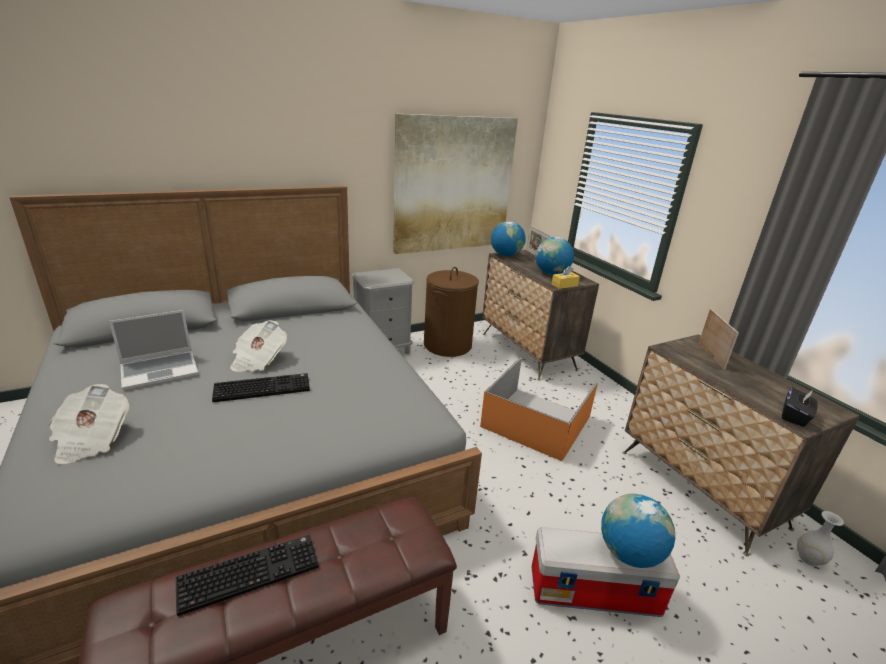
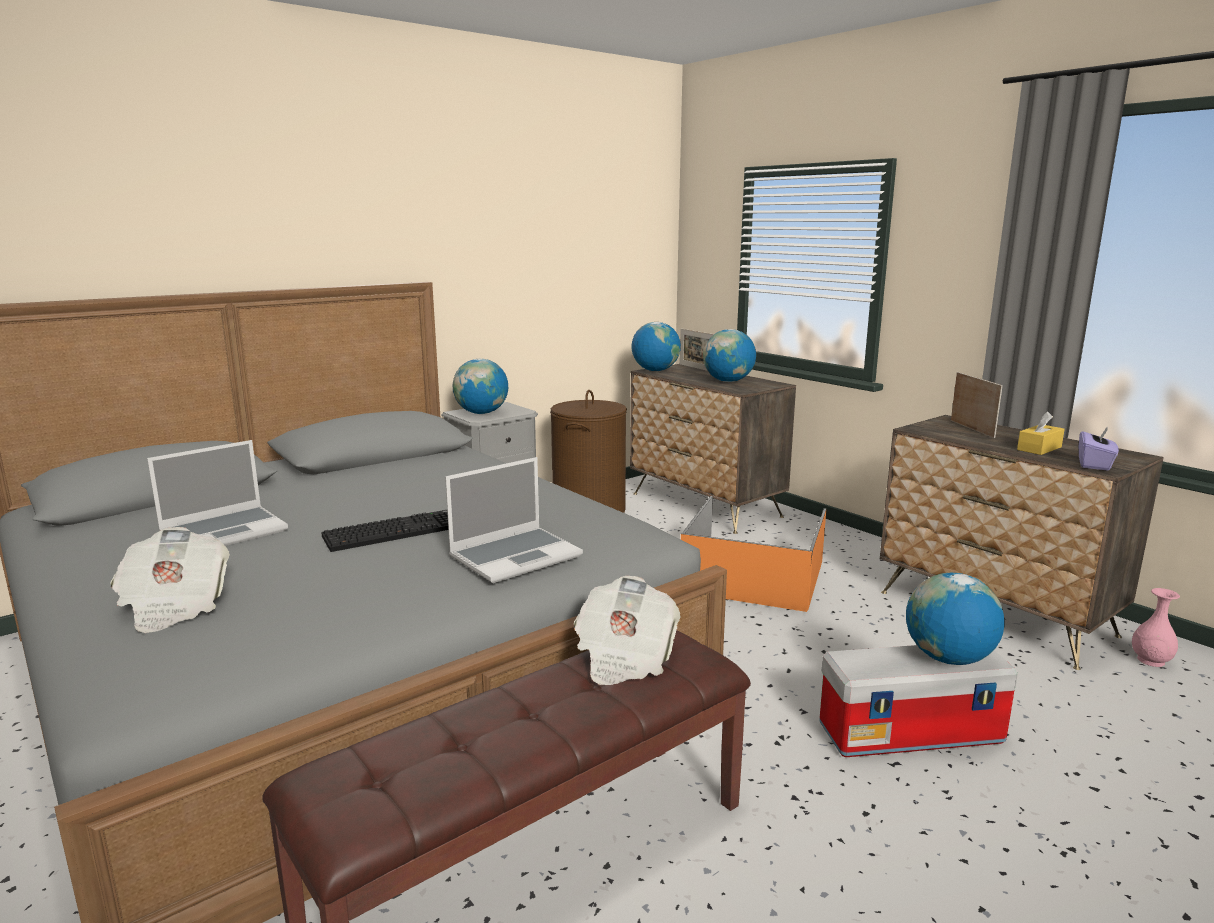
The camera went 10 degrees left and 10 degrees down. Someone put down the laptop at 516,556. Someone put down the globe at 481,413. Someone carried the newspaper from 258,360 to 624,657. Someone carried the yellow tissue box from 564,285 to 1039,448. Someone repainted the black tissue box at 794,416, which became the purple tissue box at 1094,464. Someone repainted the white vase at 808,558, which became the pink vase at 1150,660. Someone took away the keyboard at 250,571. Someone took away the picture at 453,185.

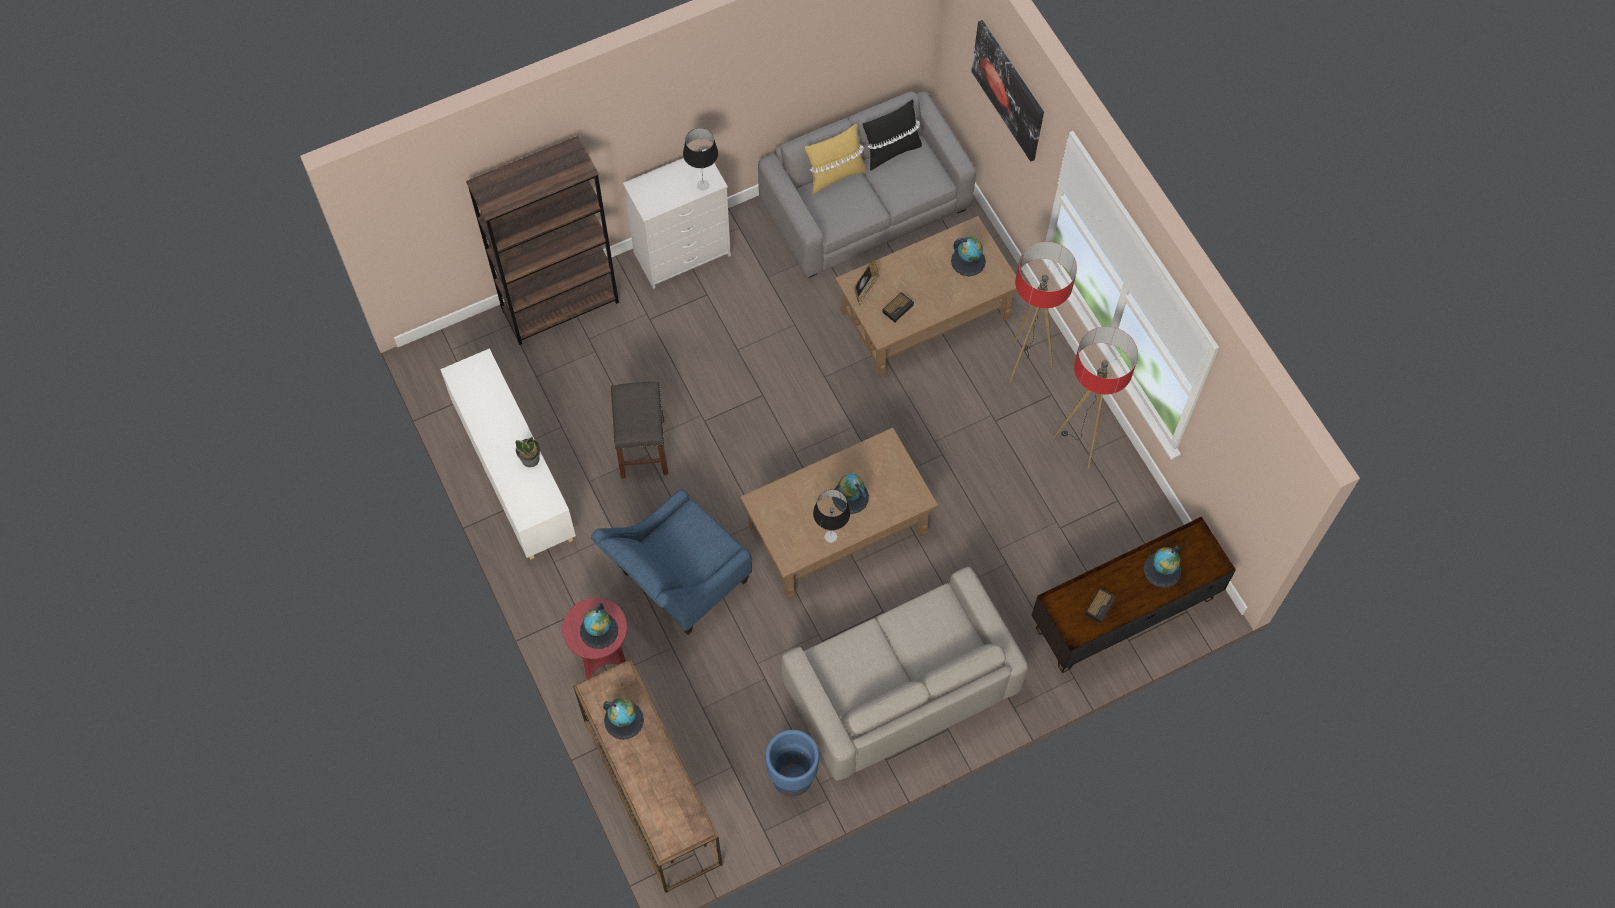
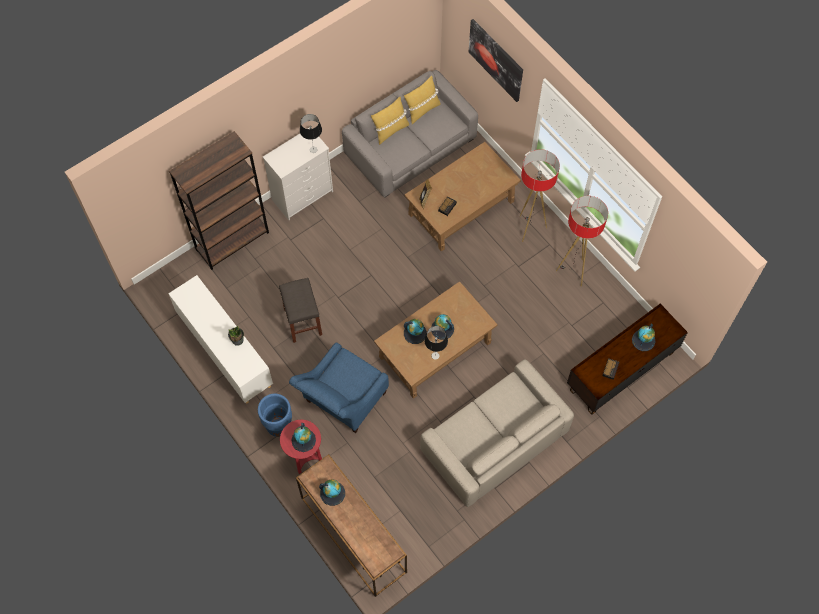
The camera went 10 degrees left and 0 degrees up. Someone carried the blue planter from 792,779 to 279,426. Someone repainted the black pillow at 891,151, which became the yellow pillow at 422,110. Someone carried the globe from 968,261 to 415,333.

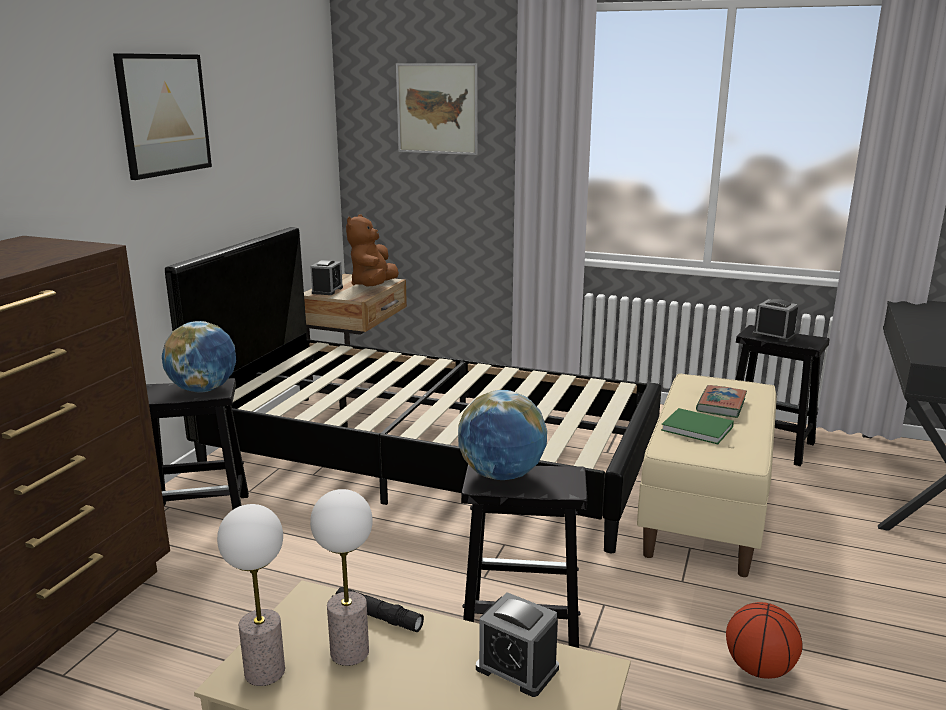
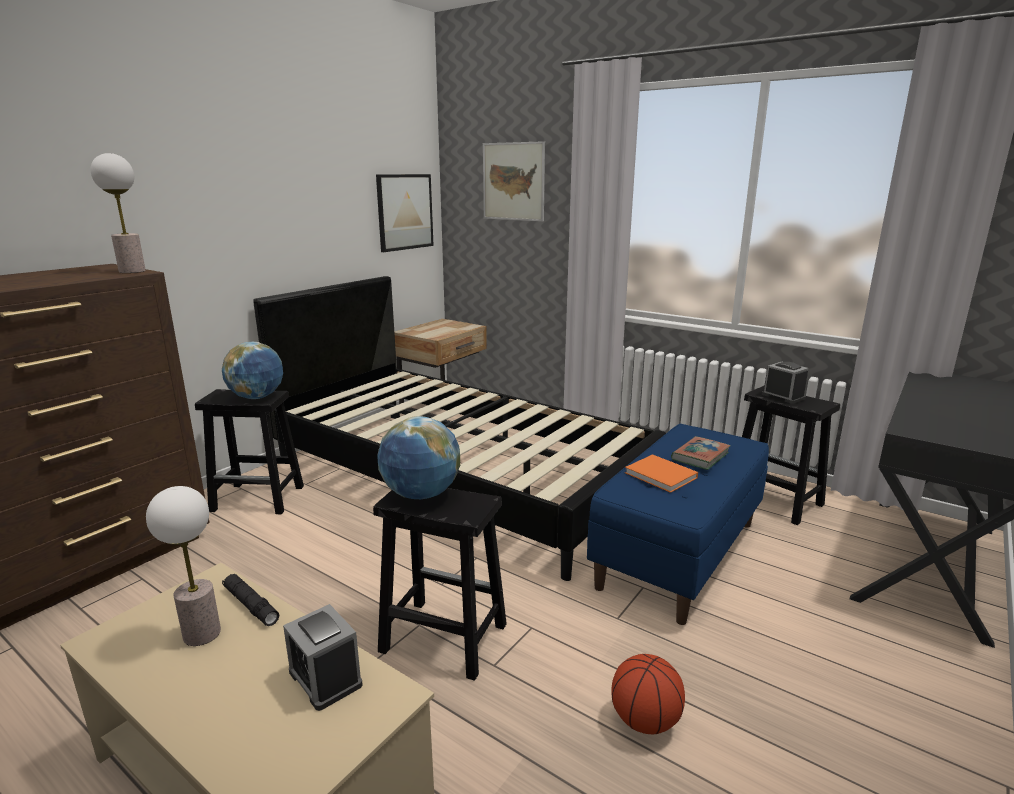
The camera went 15 degrees right and 0 degrees up. Someone carried the table lamp from 265,672 to 132,271. Someone carried the picture from 164,114 to 405,212. Someone repainted the beige bench at 705,509, which became the blue bench at 678,553. Someone repainted the green book at 699,429, which became the orange book at 662,476. Someone took away the alarm clock at 327,290. Someone took away the brown plush toy at 373,286.

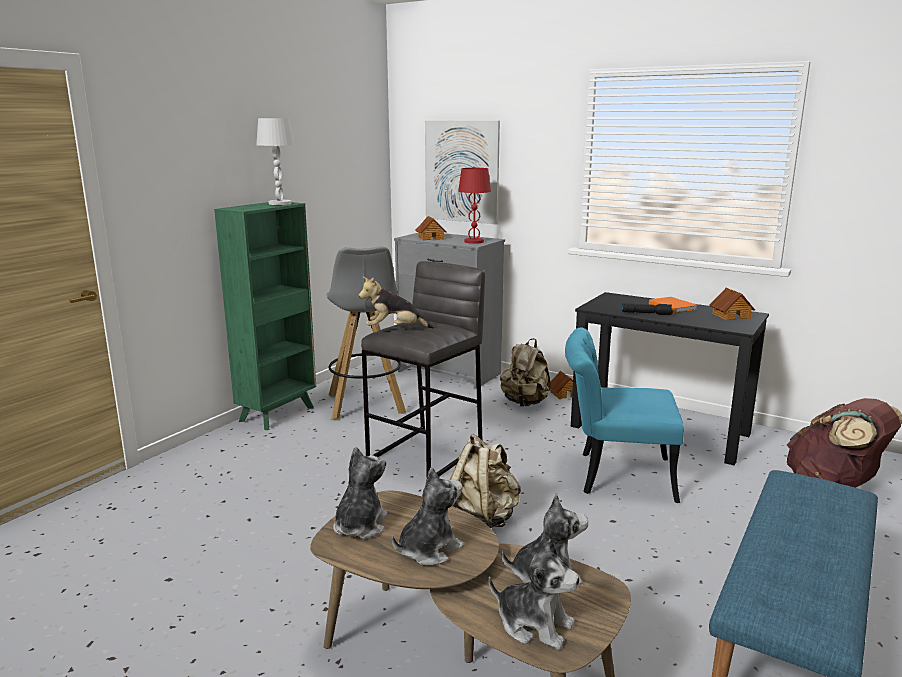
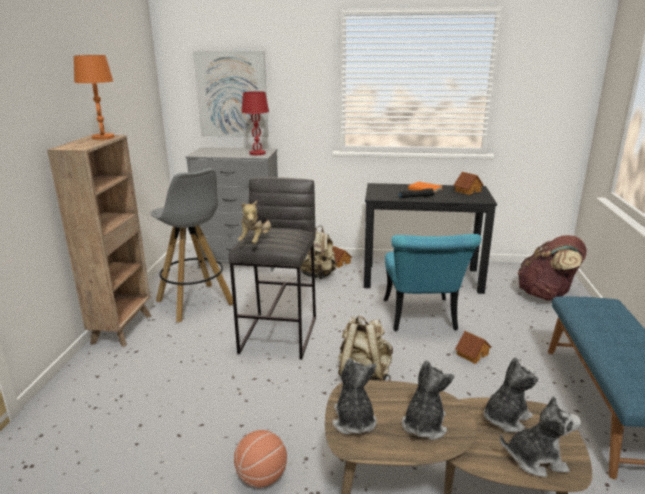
The camera went 25 degrees left and 5 degrees up. Someone repainted the green bookcase at 278,414, which became the brown bookcase at 123,328. Someone repainted the white table lamp at 279,203, which became the orange table lamp at 103,137. Someone put down the basketball at 261,477. Someone rotated the plush toy at 394,330 by 45 degrees counterclockwise. Someone rotated the turquoise chair at 614,475 by 75 degrees counterclockwise. Someone carried the toy house from 431,238 to 472,354.

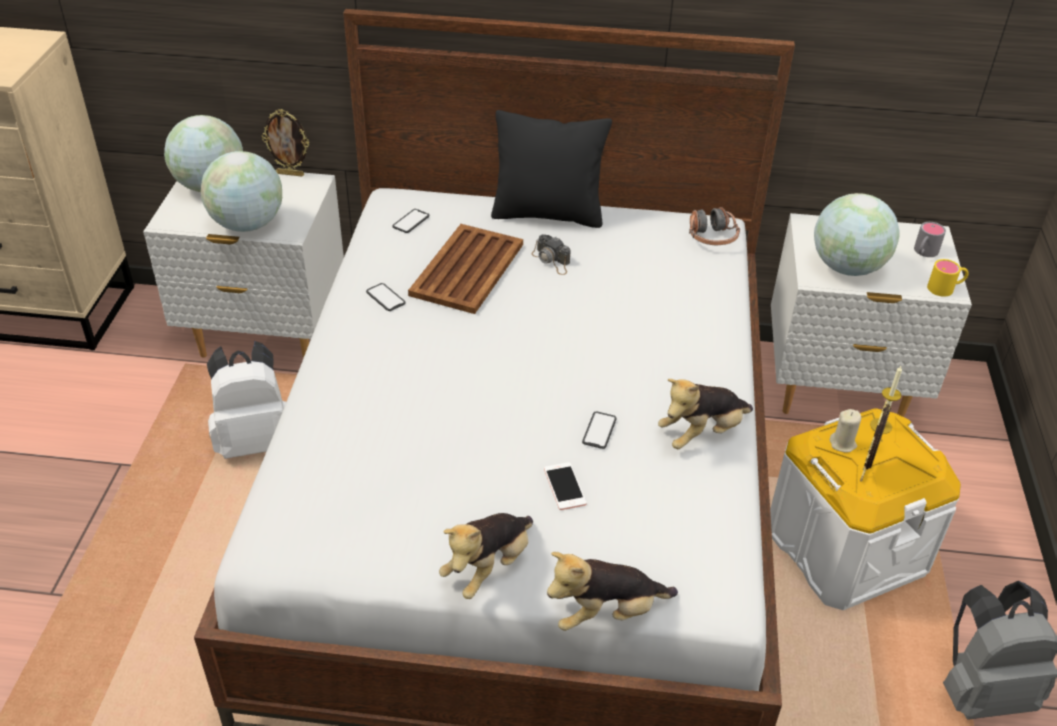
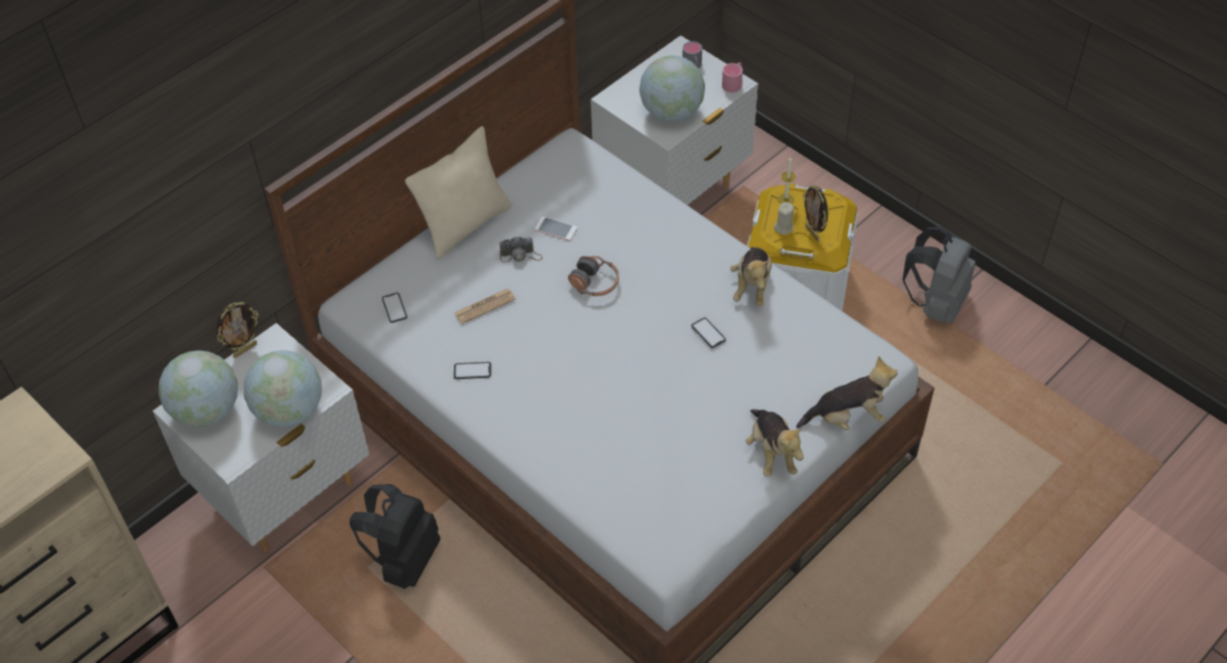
The camera went 50 degrees left and 10 degrees up. Someone repainted the white backpack at 256,441, which became the black backpack at 404,559. Someone repainted the black pillow at 548,214, which became the beige pillow at 465,225. Someone swapped the brown tray at 468,269 for the newspaper at 484,306. Someone carried the phone from 564,486 to 556,229. Someone carried the headphones from 711,237 to 595,283. Someone repainted the yellow mug at 946,288, which became the pink mug at 734,82. Someone rotated the plush toy at 606,613 by 120 degrees counterclockwise.

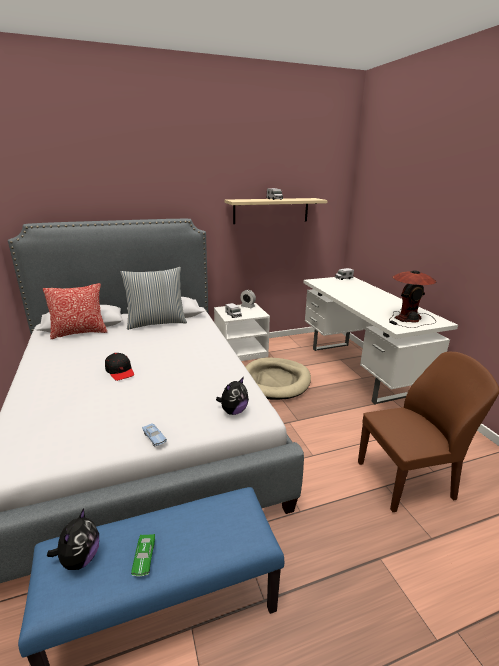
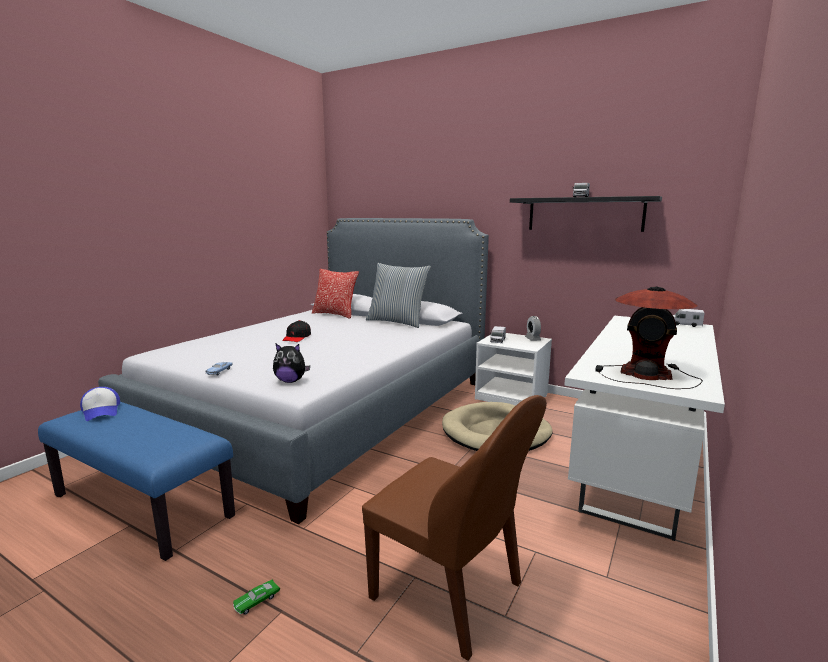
The camera went 50 degrees right and 10 degrees down. Someone swapped the plush toy at 80,558 for the cap at 101,411. Someone carried the green toy car from 144,558 to 256,601. Someone repainted the beige shelf at 271,210, which became the black shelf at 584,214.

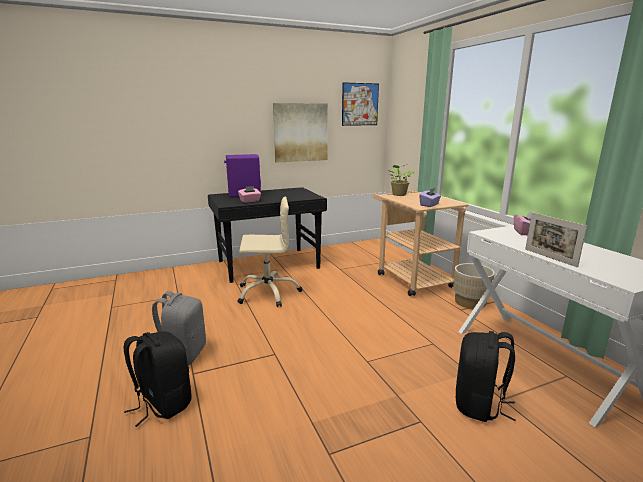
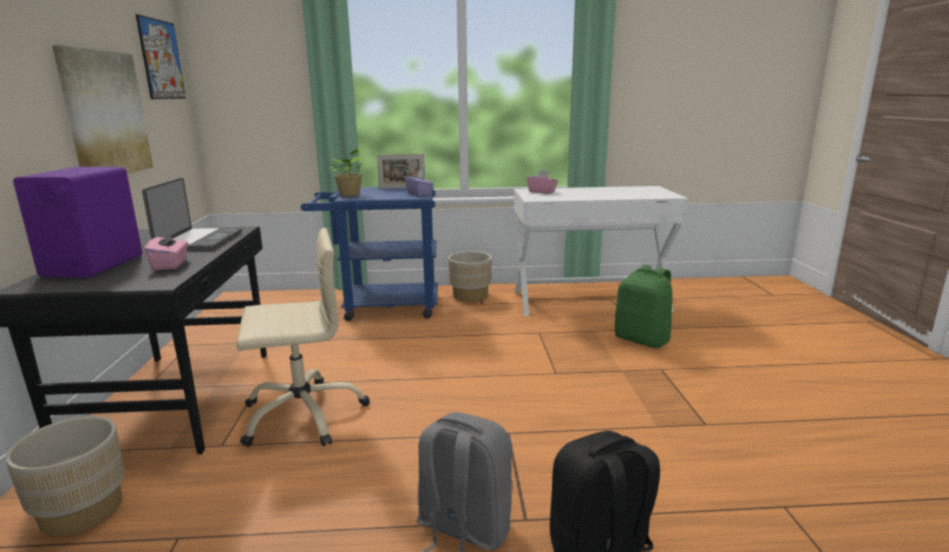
The camera went 70 degrees left and 0 degrees up. Someone put down the beige planter at 82,511. Someone put down the laptop at 199,241. Someone rotated the beige office chair at 268,292 by 60 degrees clockwise. Someone repainted the beige cart at 410,278, which became the blue cart at 381,306. Someone carried the picture frame from 550,257 to 402,188. Someone repainted the black backpack at 479,405, which became the green backpack at 642,340.

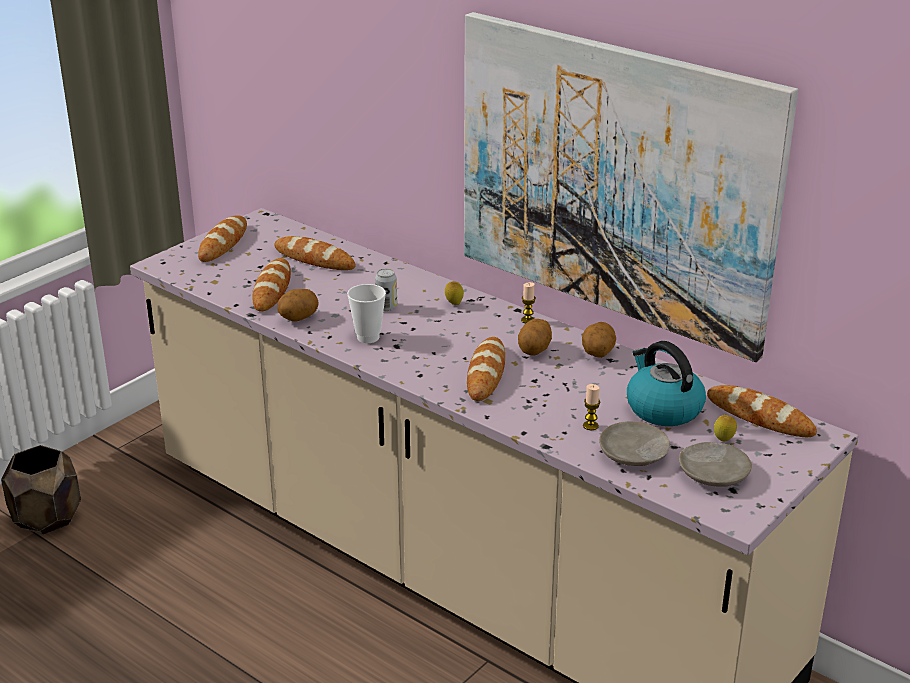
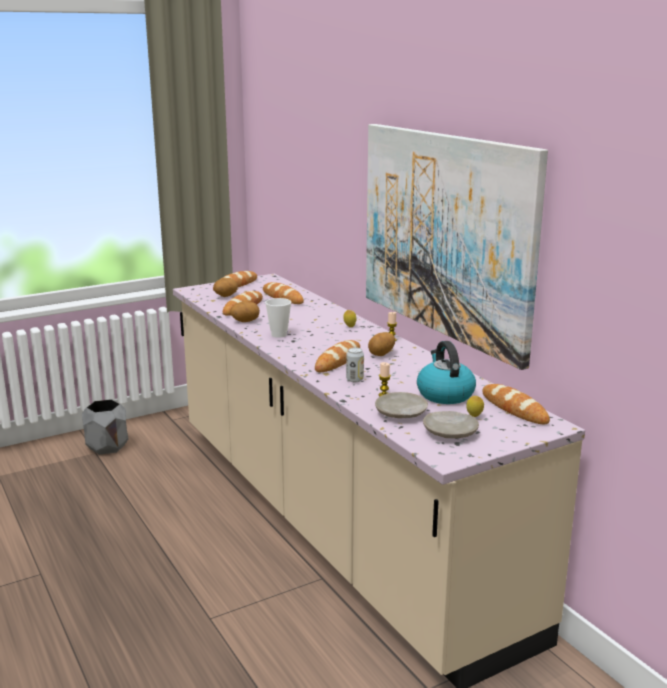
The camera went 20 degrees right and 10 degrees down. Someone repainted the brown planter at 46,518, which became the grey planter at 106,447. Someone carried the potato from 597,354 to 225,296. Someone carried the can from 386,307 to 354,379.

